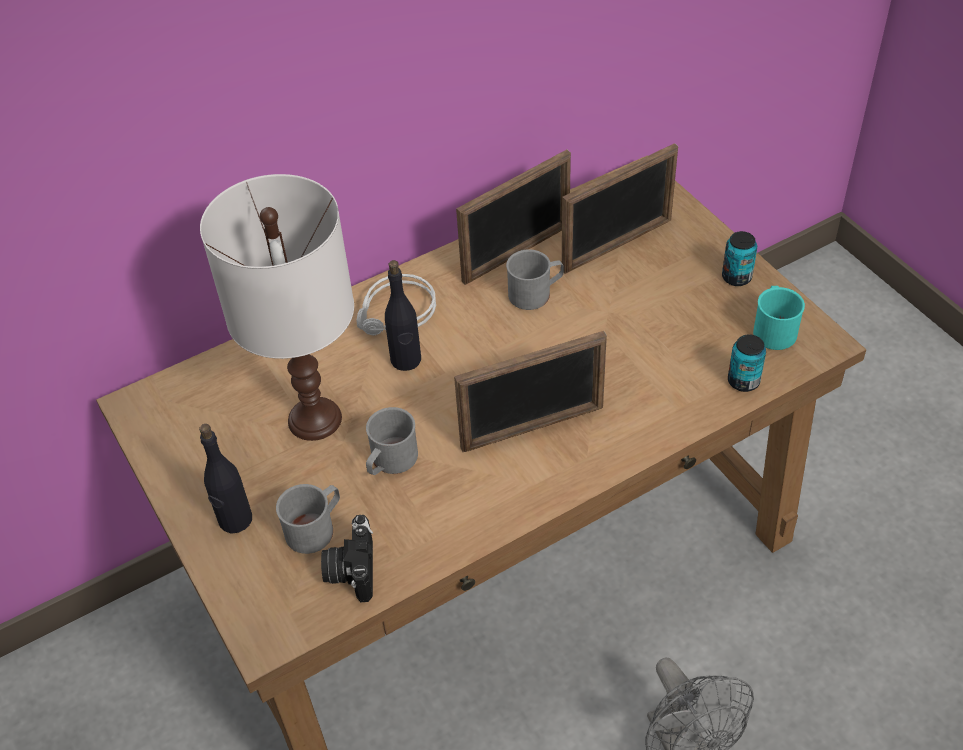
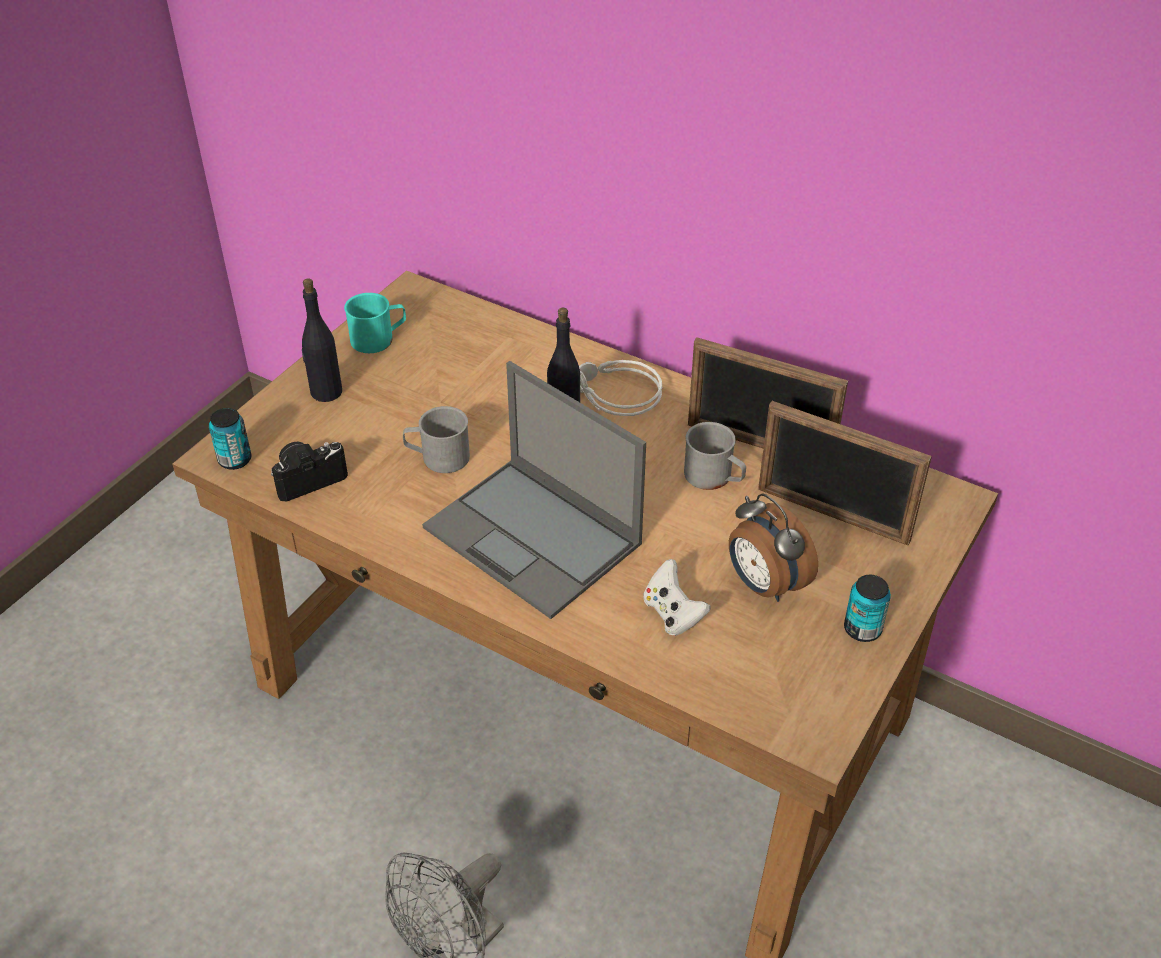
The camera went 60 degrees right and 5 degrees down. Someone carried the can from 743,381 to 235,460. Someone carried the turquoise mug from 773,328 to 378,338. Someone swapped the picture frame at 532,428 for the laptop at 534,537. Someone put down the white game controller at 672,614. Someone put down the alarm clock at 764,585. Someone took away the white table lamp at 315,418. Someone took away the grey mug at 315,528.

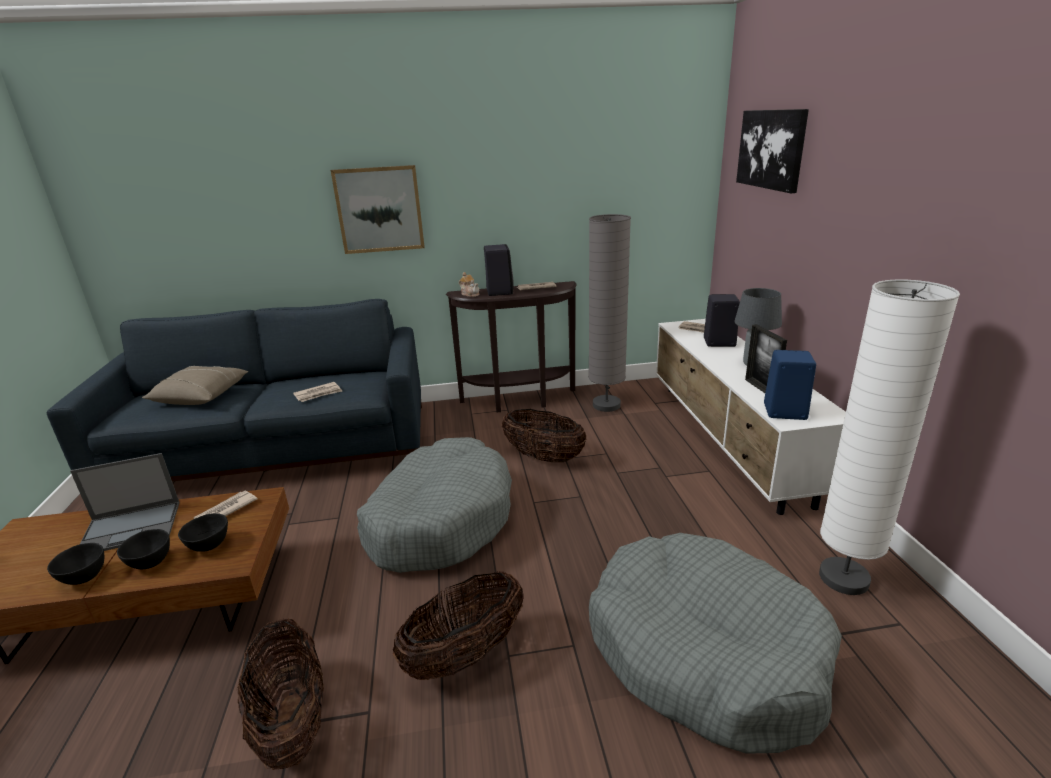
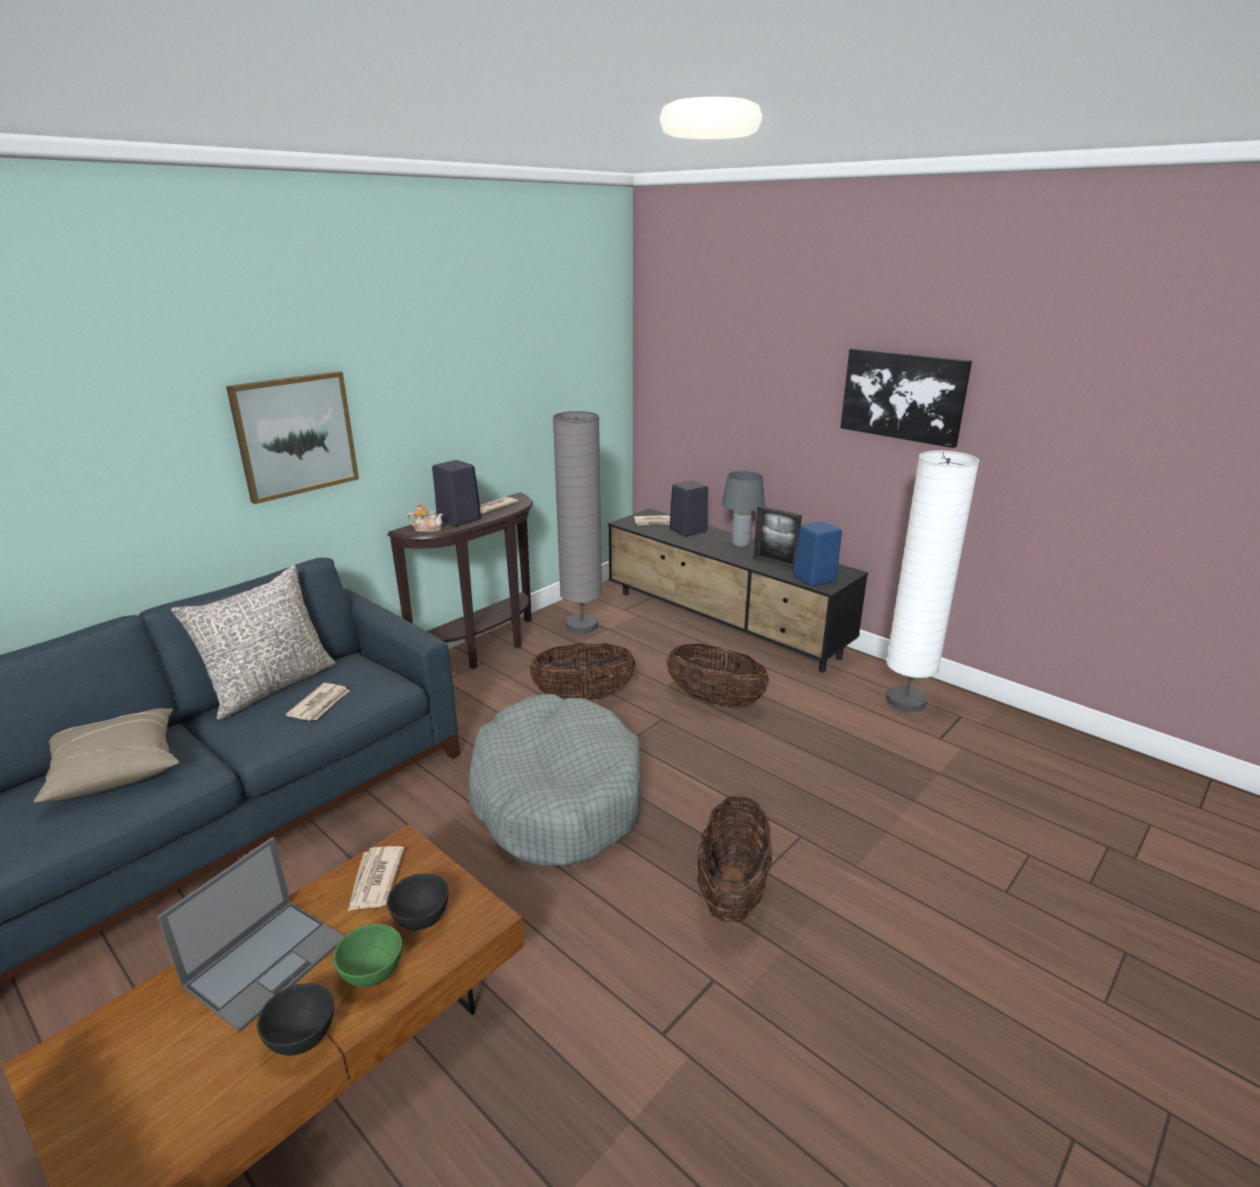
The camera went 40 degrees left and 0 degrees up. Someone put down the grey pillow at 270,686. Someone repainted the black bowl at 150,562, which became the green bowl at 371,973. Someone repainted the white tv stand at 729,440, which became the black tv stand at 724,624. Someone carried the basket from 292,721 to 715,700. Someone carried the picture from 771,149 to 903,396. Someone took away the grey dog bed at 704,652.

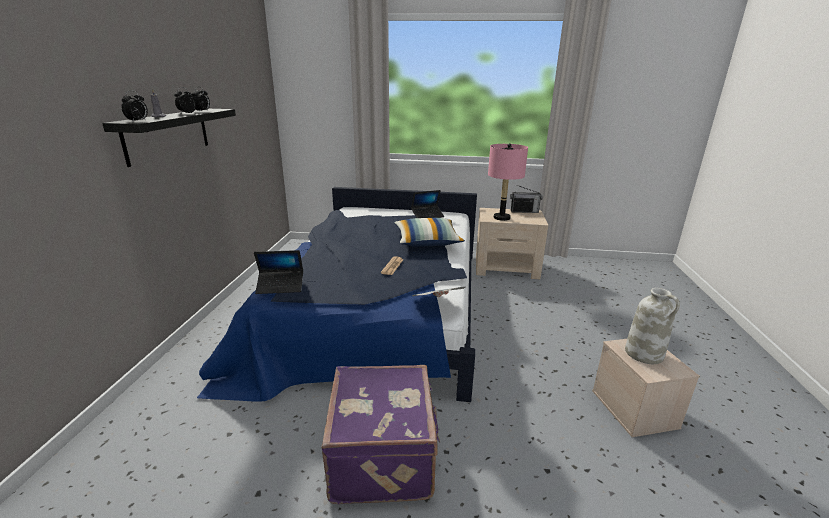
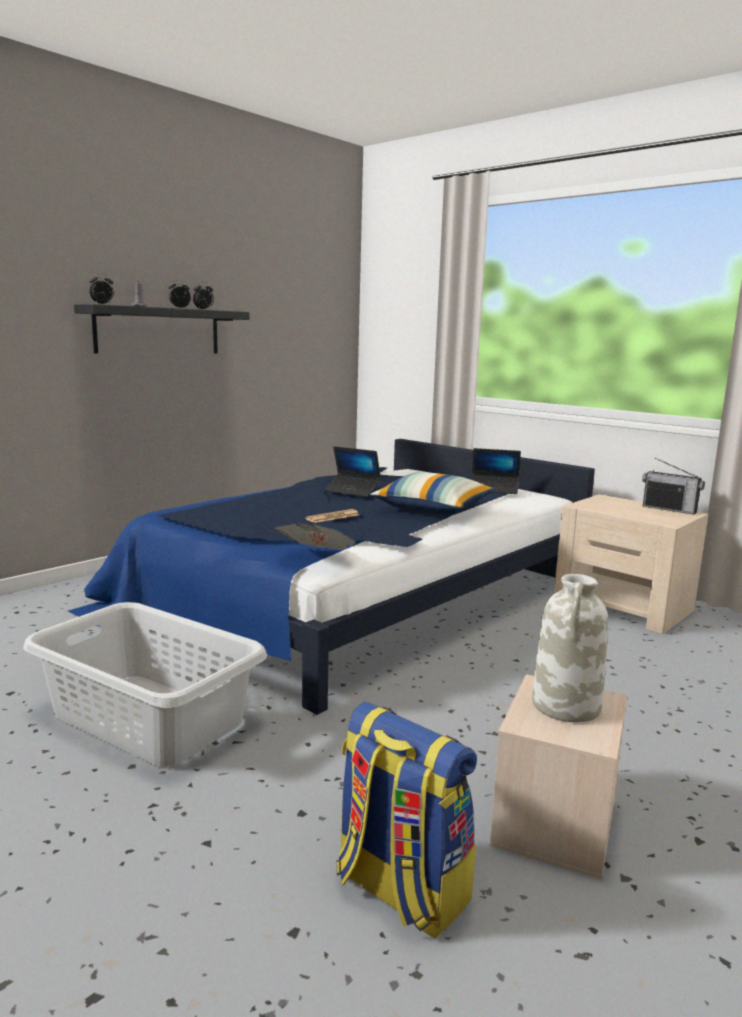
The camera went 35 degrees right and 10 degrees down. Someone swapped the purple suitcase at 384,456 for the grey laundry basket at 149,717. Someone carried the laptop from 280,286 to 352,491. Someone put down the backpack at 399,890. Someone took away the pink table lamp at 501,218.

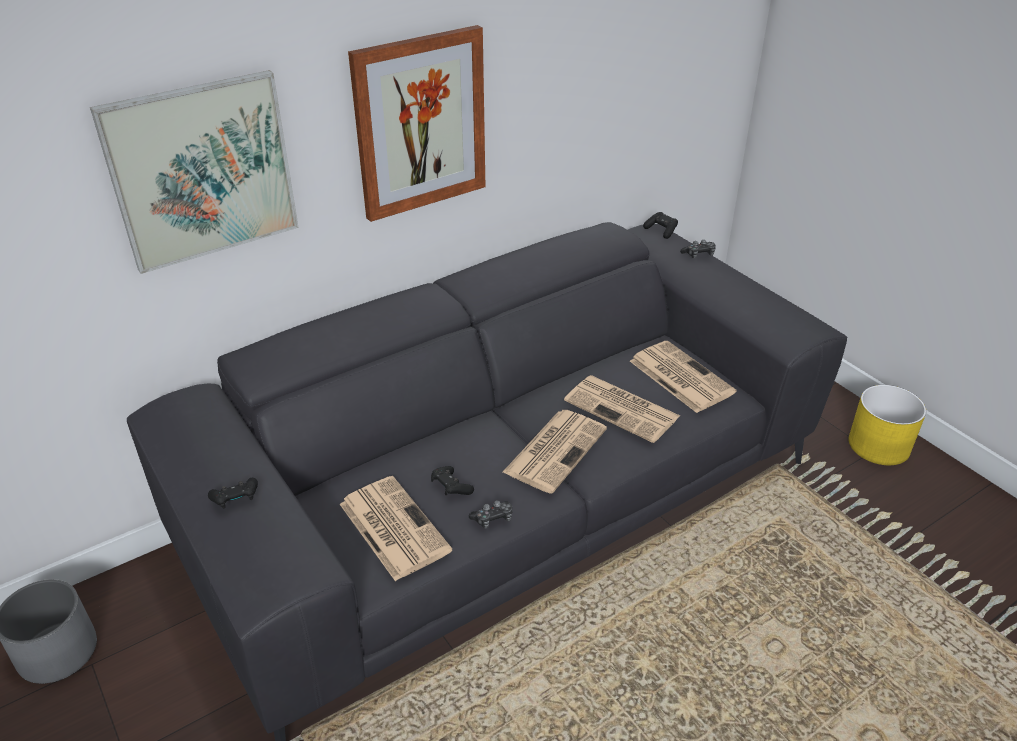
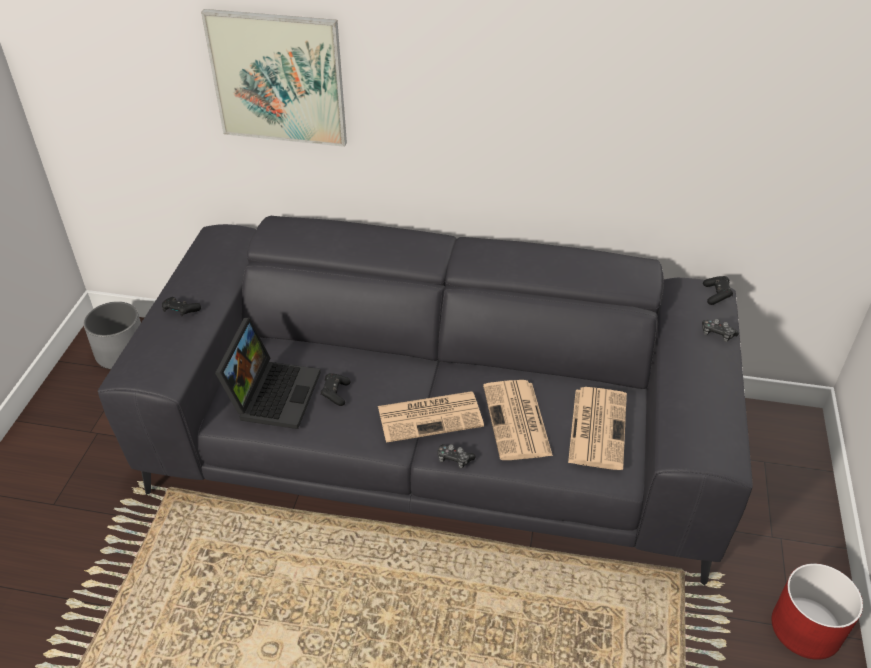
The camera went 45 degrees right and 5 degrees up. Someone swapped the newspaper at 392,526 for the laptop at 272,392. Someone carried the game controller from 493,518 to 454,459. Someone repainted the yellow planter at 879,445, which became the red planter at 807,628. Someone took away the picture at 420,123.

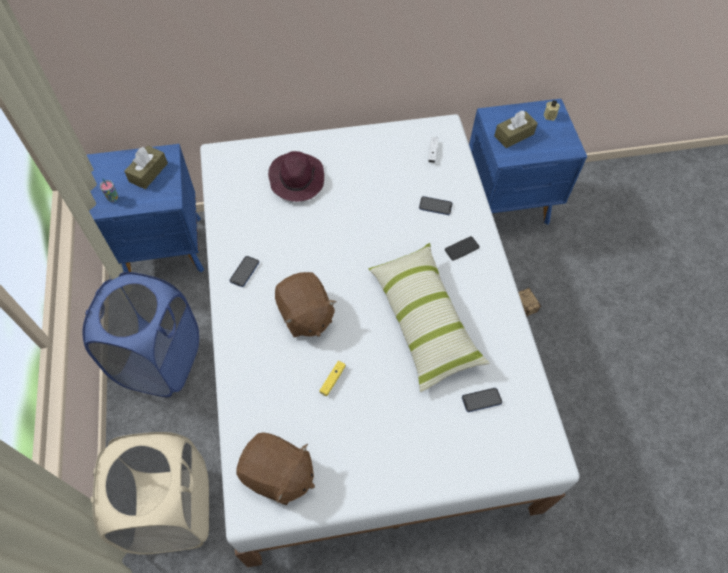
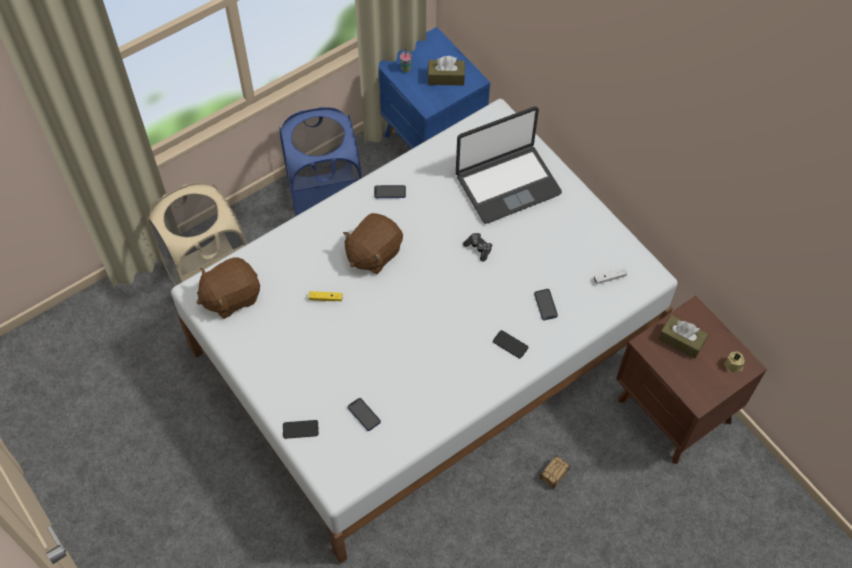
The camera went 65 degrees right and 0 degrees up. Someone rotated the brown plush toy at 278,475 by 60 degrees clockwise. Someone put down the phone at 300,429. Someone swapped the purple hat at 296,179 for the laptop at 507,184. Someone put down the game controller at 478,248. Someone repainted the blue nightstand at 507,204, which became the brown nightstand at 673,413. Someone took away the pillow at 423,321.

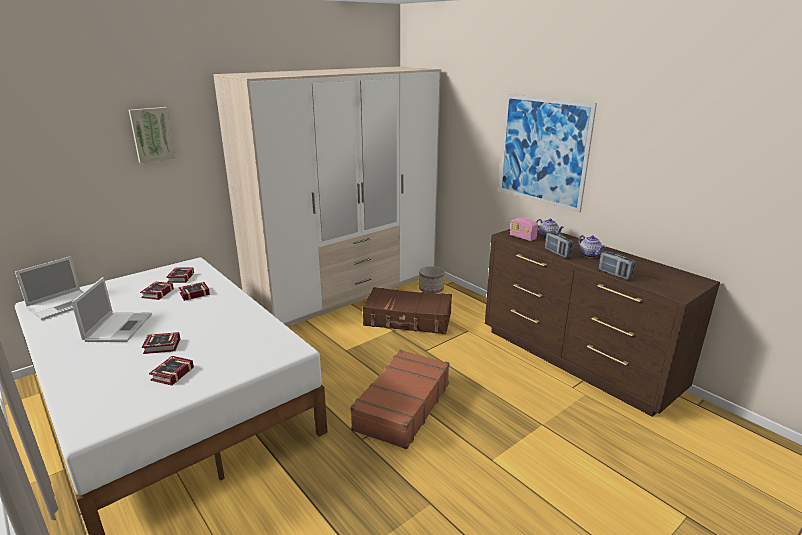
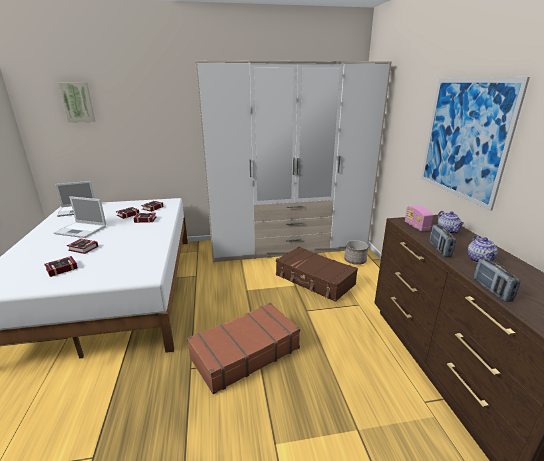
The camera went 30 degrees right and 0 degrees up. Someone rotated the laptop at 119,327 by 75 degrees clockwise. Someone carried the picture from 152,134 to 78,102.

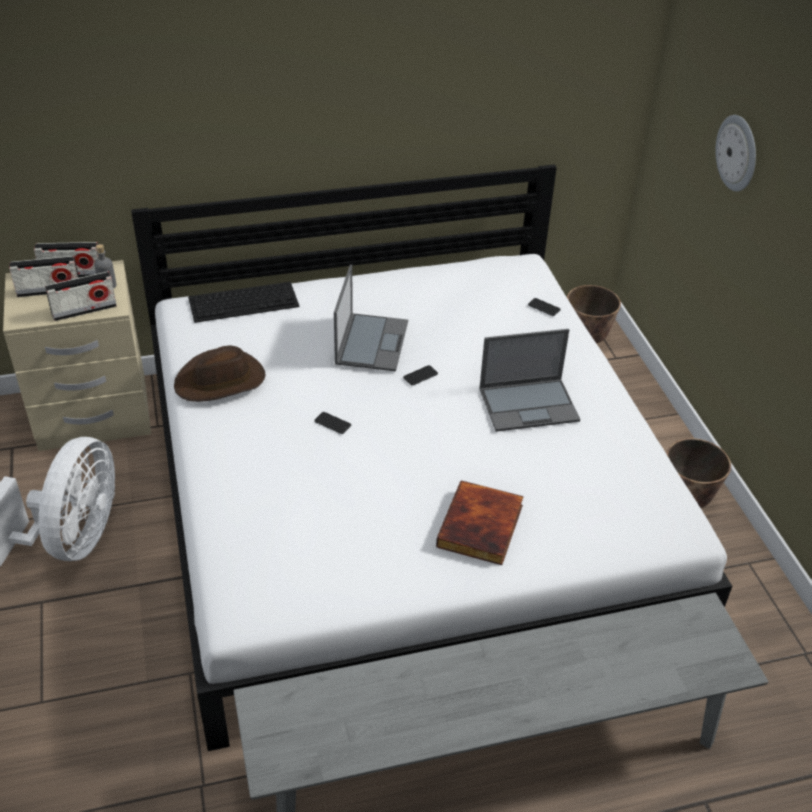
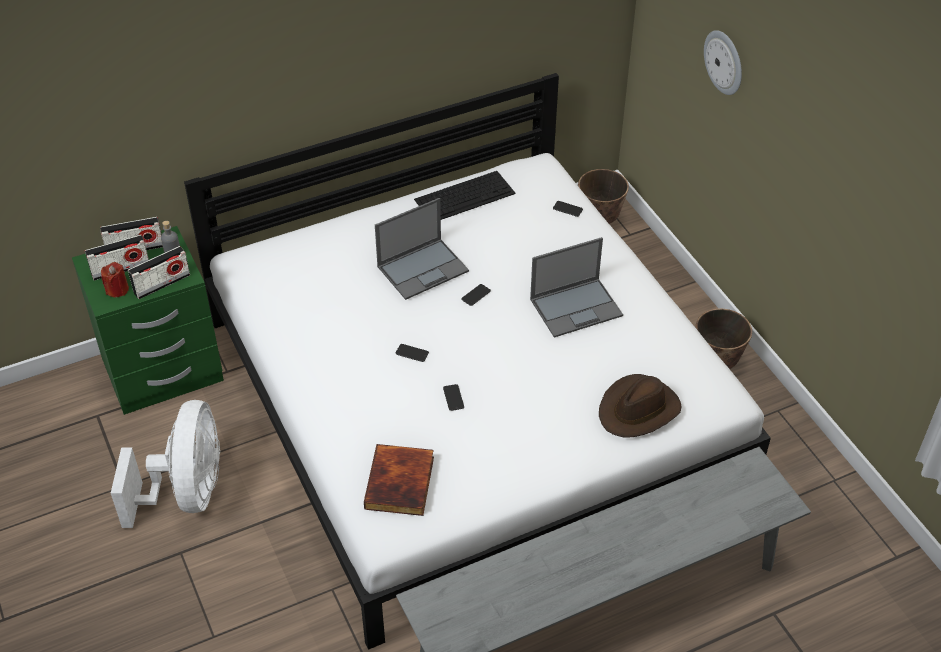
The camera went 10 degrees left and 5 degrees up. Someone repainted the beige nightstand at 94,416, which became the green nightstand at 163,372. Someone put down the red candle at 117,289. Someone carried the book from 482,527 to 401,483. Someone rotated the laptop at 371,341 by 60 degrees clockwise. Someone carried the keyboard from 244,301 to 465,196. Someone put down the phone at 453,398. Someone carried the brown hat from 221,381 to 639,410.

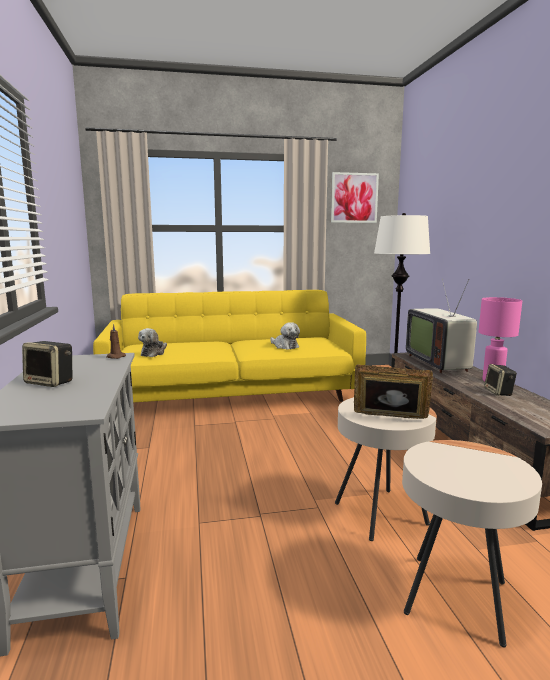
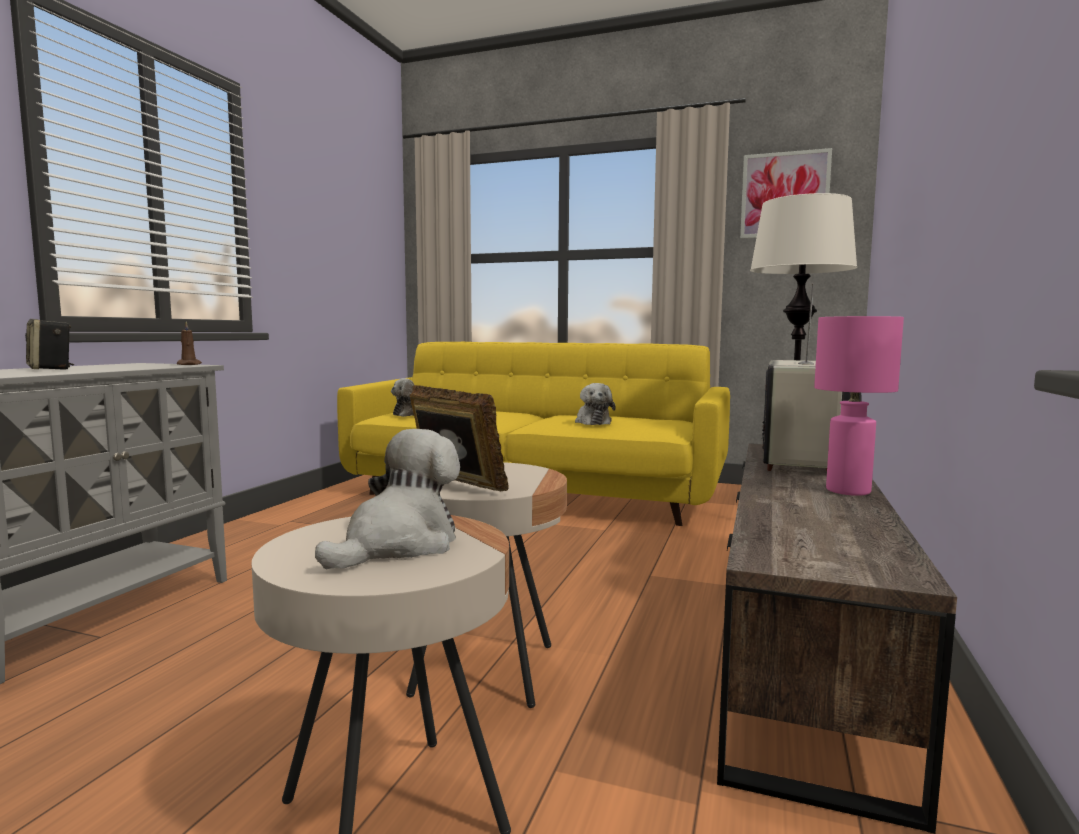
The camera went 30 degrees right and 5 degrees down. Someone put down the plush toy at 399,545. Someone took away the speaker at 499,392.

